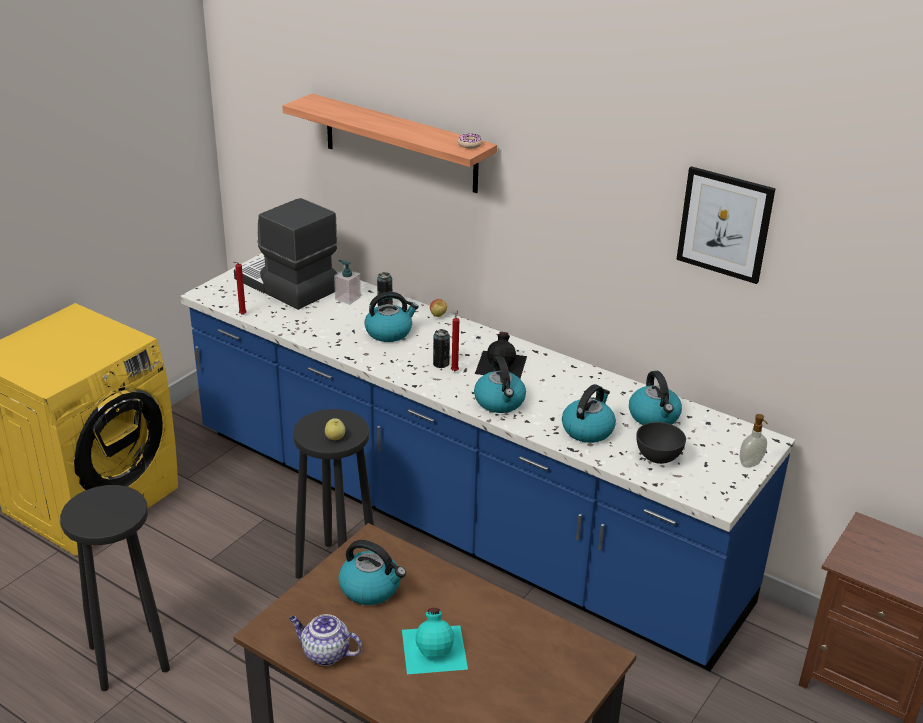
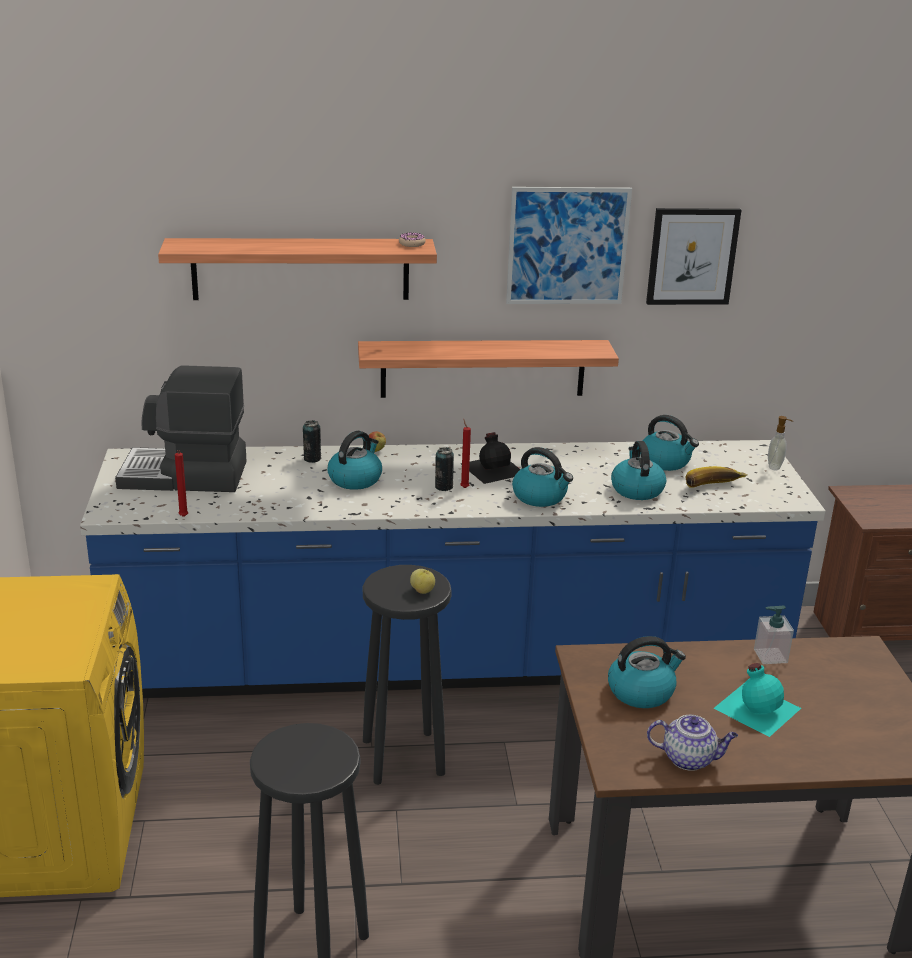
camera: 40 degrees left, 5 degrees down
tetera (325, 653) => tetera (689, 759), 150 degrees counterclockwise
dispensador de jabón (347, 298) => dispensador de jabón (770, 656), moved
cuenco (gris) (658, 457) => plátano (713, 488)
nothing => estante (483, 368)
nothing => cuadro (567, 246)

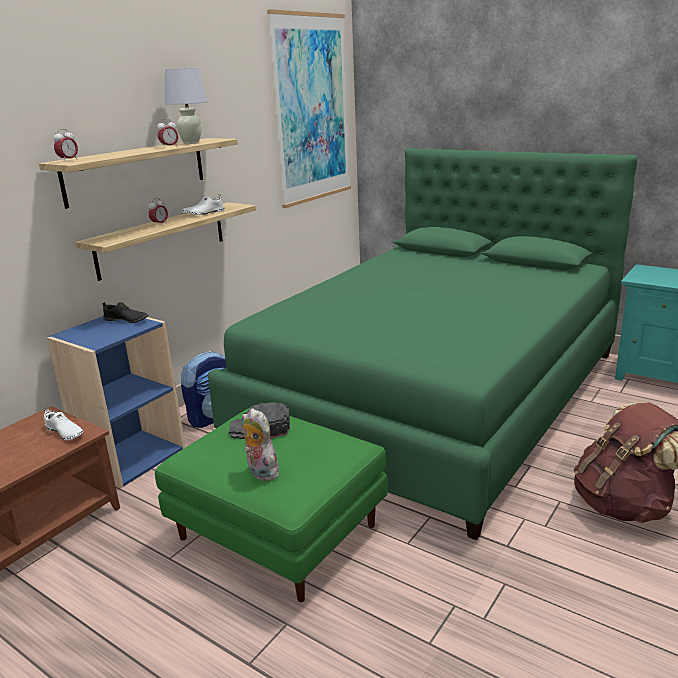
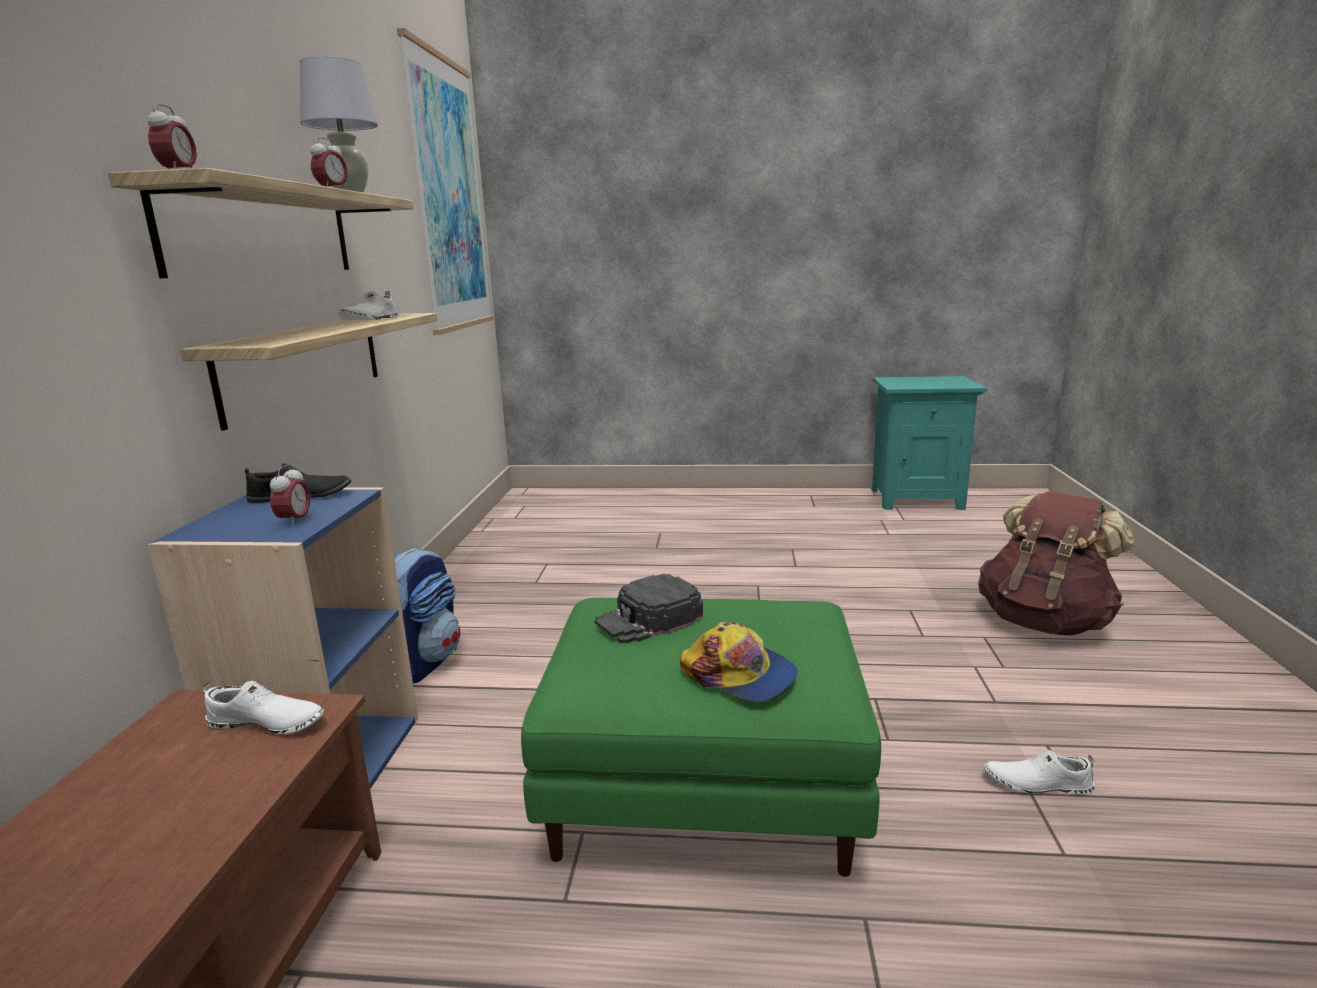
camera: 30 degrees left, 5 degrees down
despertador (160, 224) => despertador (295, 521), moved
cama (verde) (435, 394) => nothing
peluche (260, 472) => gorra (739, 674)
nothing => zapato (blanco) (1037, 783)

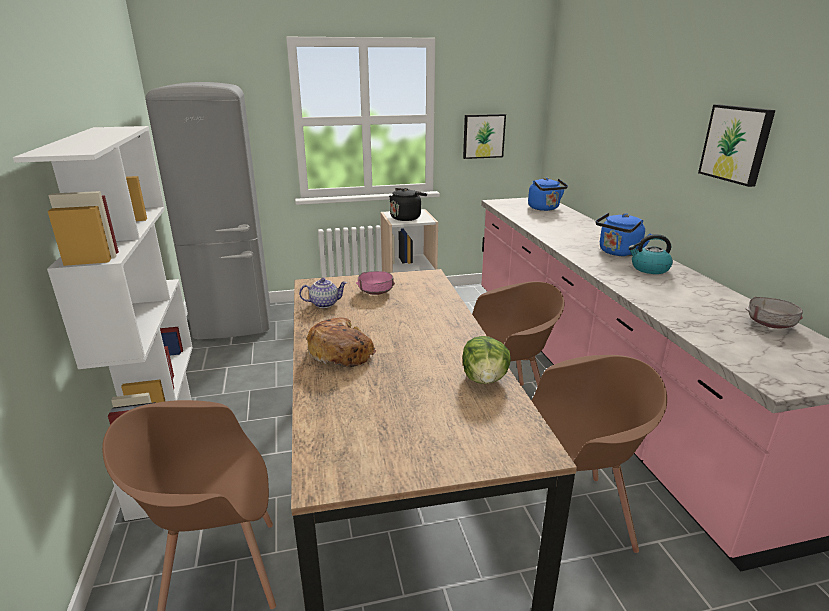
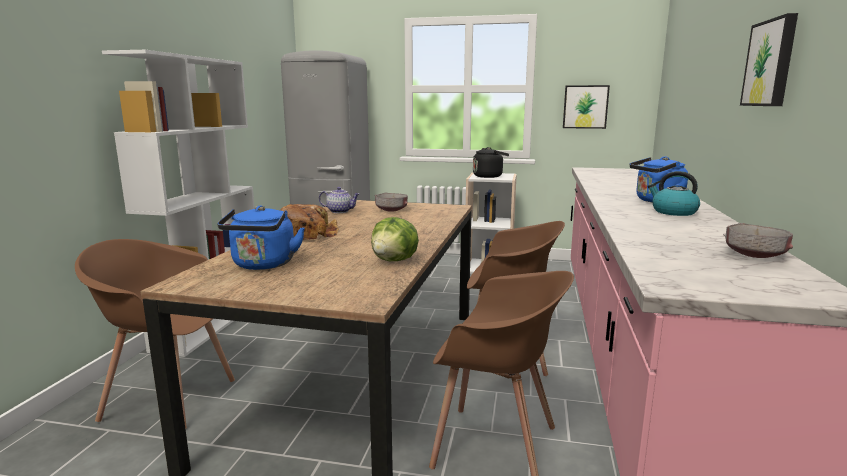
camera: 25 degrees right, 10 degrees down
cuenco (rosa) (376, 292) => cuenco (gris) (391, 210)
hervidor (azul) (545, 208) => hervidor (azul) (263, 265), moved

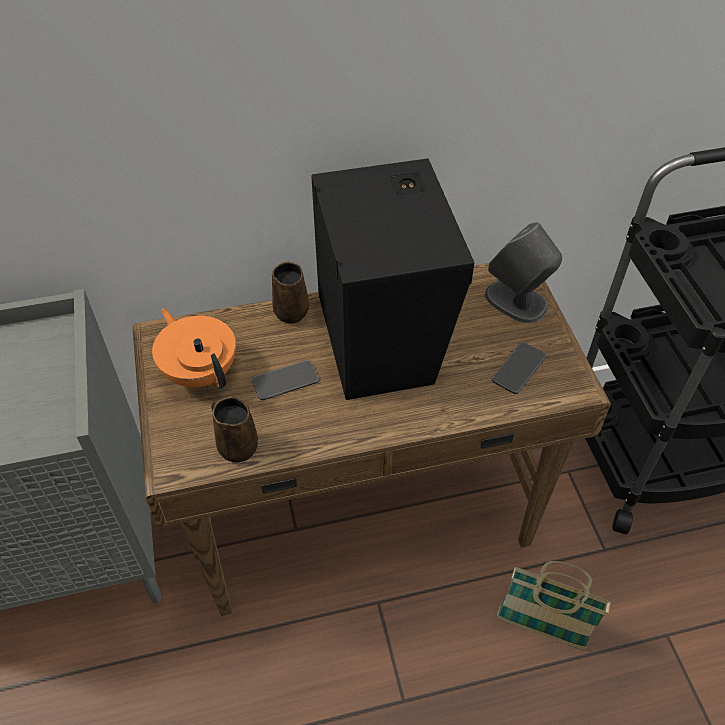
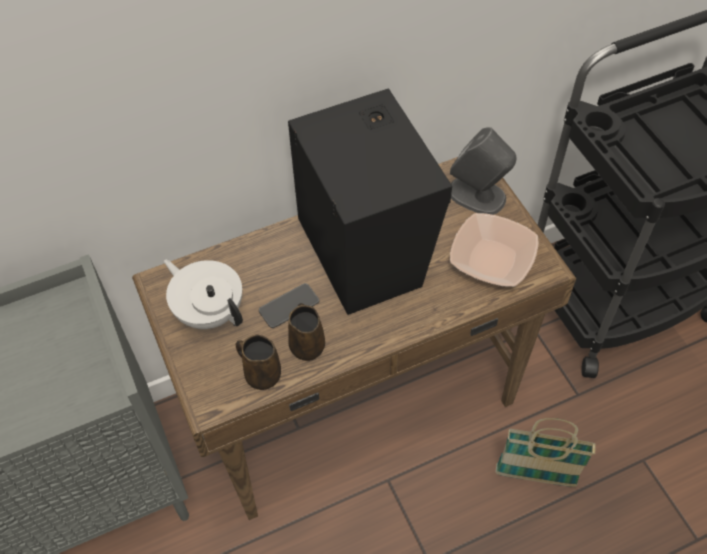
camera: 10 degrees left, 5 degrees up
tetera (naranja) (200, 371) => tetera (blanco) (209, 311)
taza grande (marrón) (291, 310) => taza grande (marrón) (307, 345), moved
móvil (518, 368) => cuenco (492, 259)

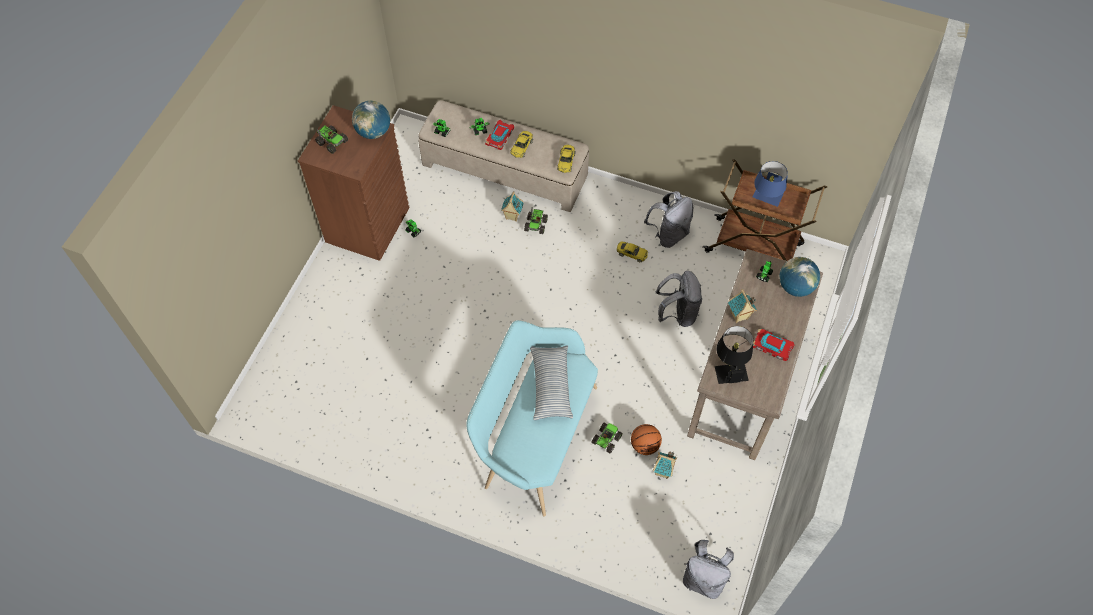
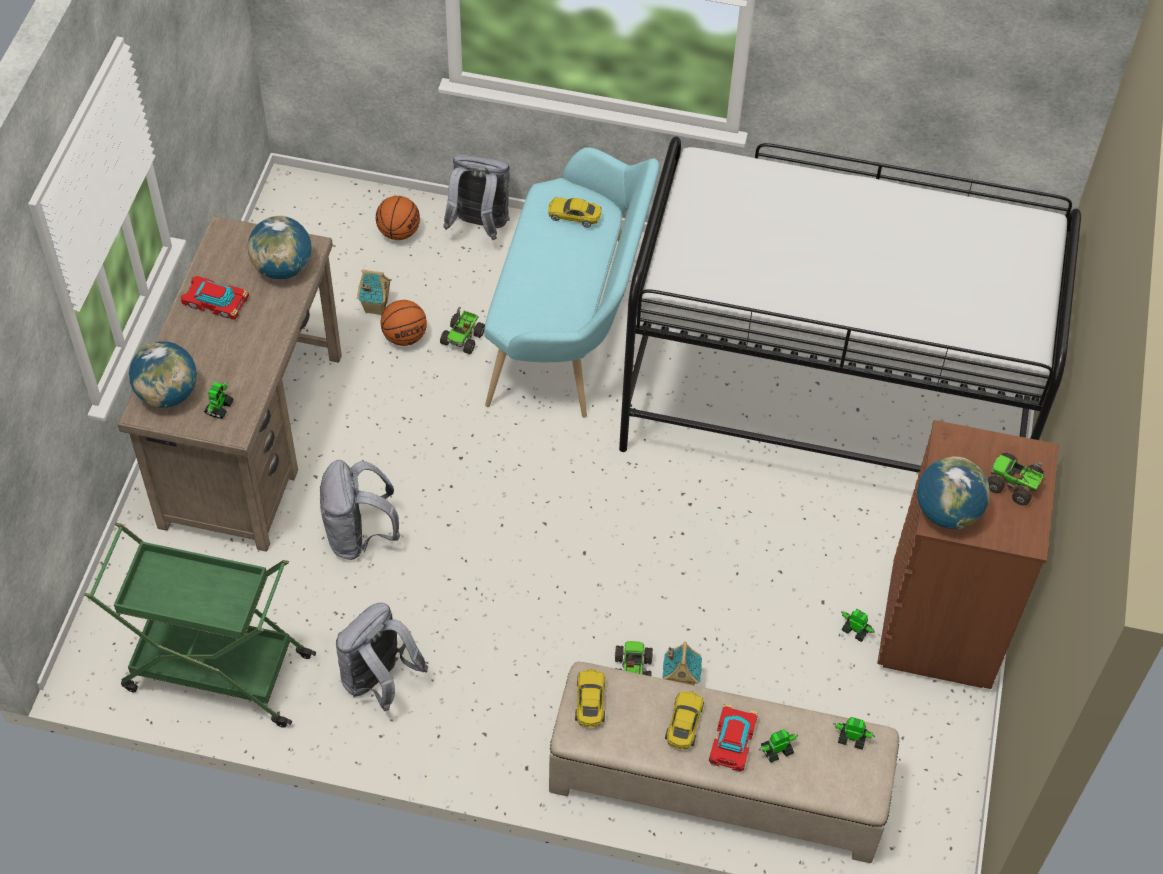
camera: 170 degrees right, 5 degrees down
cojín (551, 386) => nothing
coche de juguete (amarillo) (632, 253) => coche de juguete (amarillo) (574, 215), moved
mochila (gris) (704, 578) => mochila (gris) (479, 226), moved
carrito (marrón) (754, 248) => carrito (verde) (217, 673)
lámpara de mesa (negro) (729, 367) => globo terráqueo (283, 268)
casita (739, 316) => nothing
lámpara de mesa (azul) (766, 200) => nothing
nothing => balón de baloncesto (398, 232)
nothing => cama (negro) (821, 401)

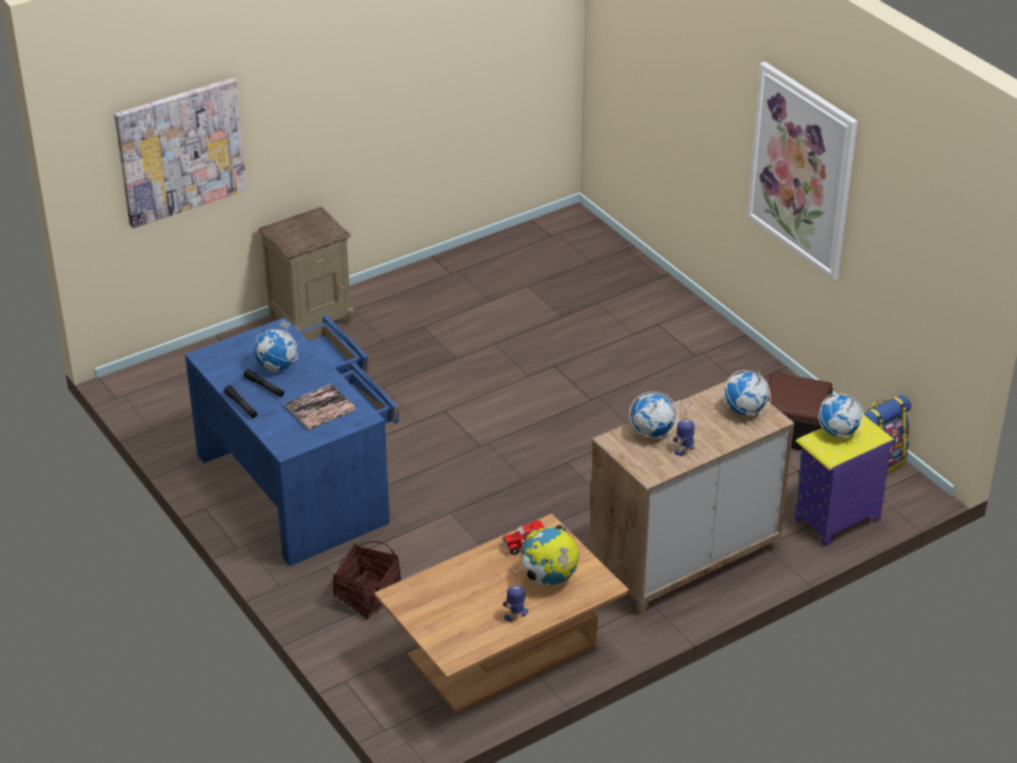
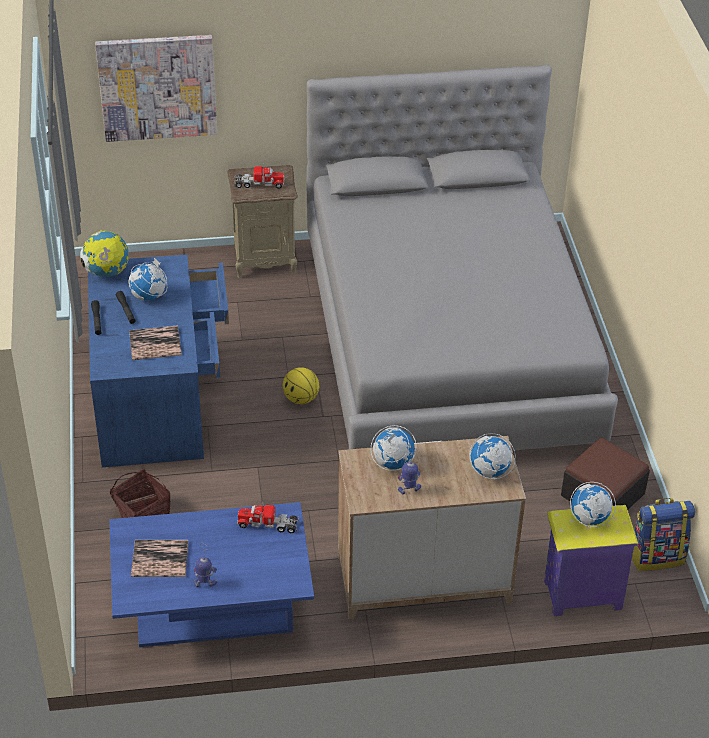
camera: 25 degrees right, 5 degrees up
mesa de centro (marrón) (502, 651) => mesa de centro (azul) (213, 606)
globo terráqueo (549, 578) => globo terráqueo (107, 272), moved
cuadro (802, 170) => nothing
nothing => libro (160, 559)
nothing => camión de juguete (259, 184)
nothing => balón de baloncesto (301, 399)
nothing => cama (gris) (448, 339)

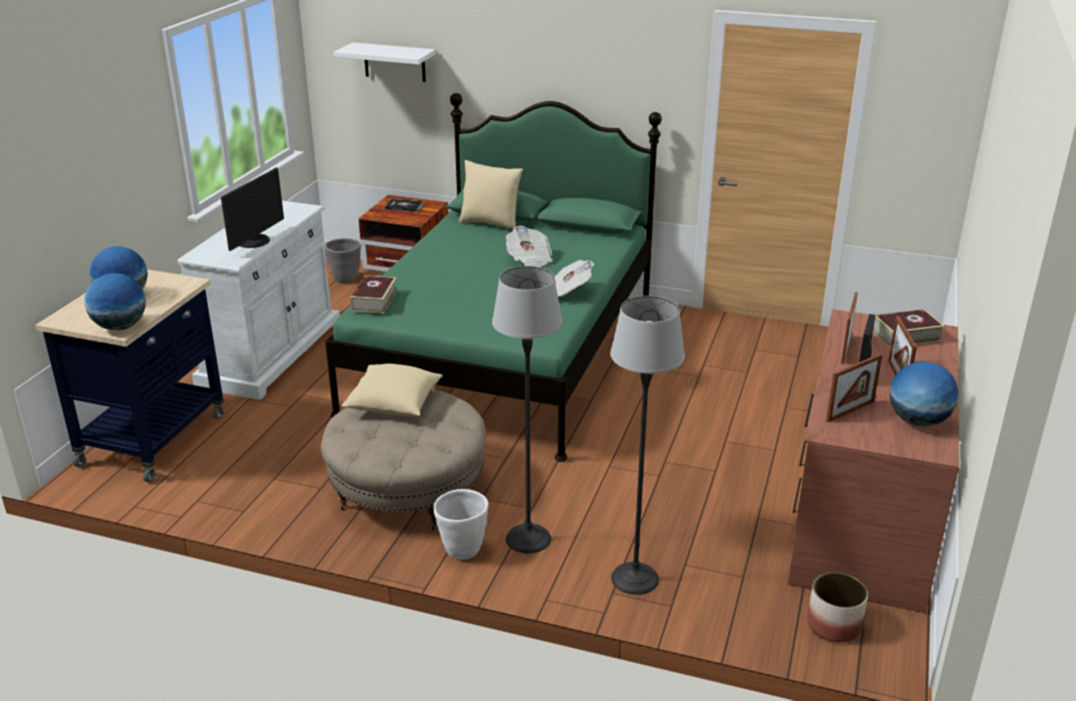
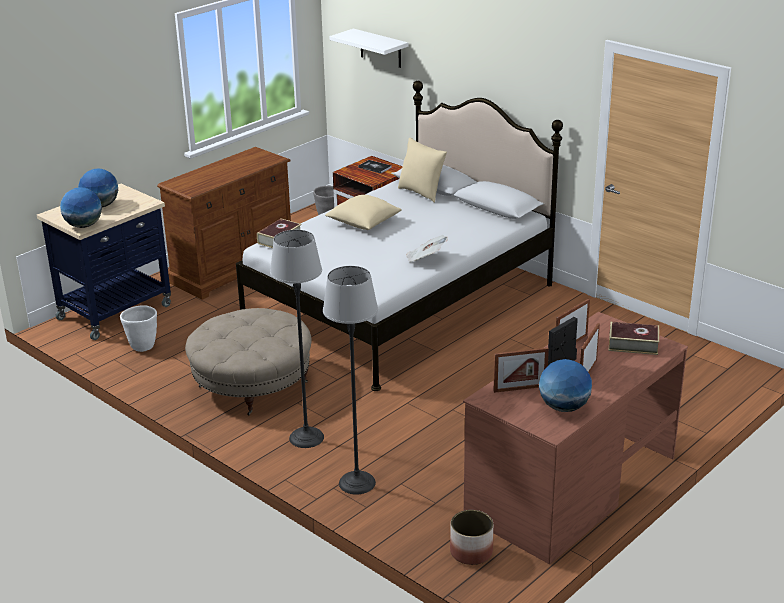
camera: 25 degrees right, 0 degrees up
cómoda (blanco) (271, 352) => cómoda (marrón) (234, 266)
monitor (255, 241) => nothing
cama (verde) (505, 355) => cama (blanco) (401, 303)
cojín (beis) (393, 405) => cojín (beis) (363, 223), moved
maceta (blanco) (462, 550) => maceta (blanco) (142, 346), moved
periódico (529, 260) => nothing

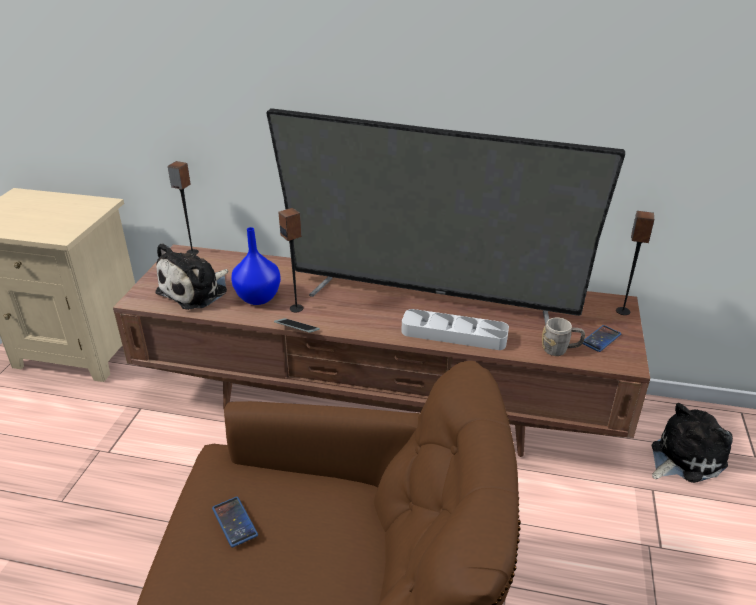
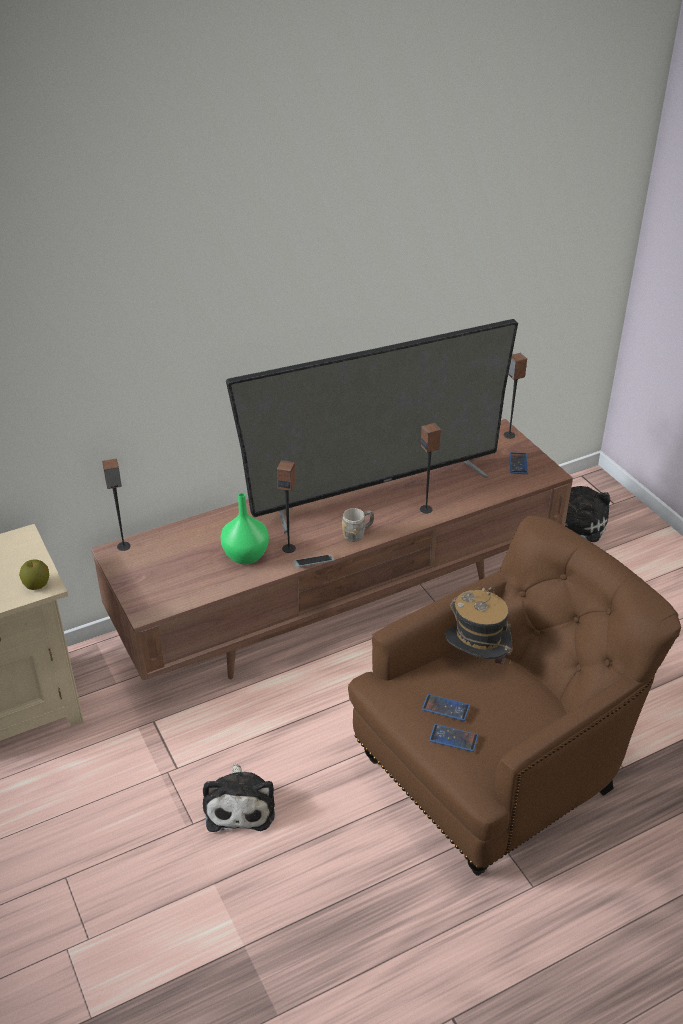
camera: 40 degrees left, 5 degrees up
peluche (196, 291) => peluche (240, 805), moved
florero (azul) (259, 298) => florero (verde) (246, 555)
bandeja (gris) (454, 334) => altavoz (426, 509)
taza grande (gris) (560, 350) => taza grande (gris) (358, 534), moved
nothing => manzana (36, 585)
nothing => móvil (453, 738)
nothing => sombrero (475, 660)

